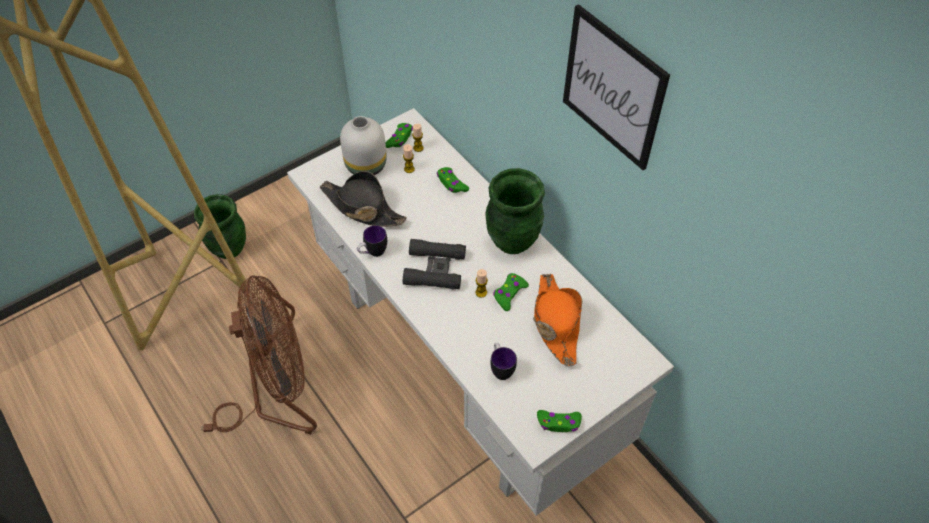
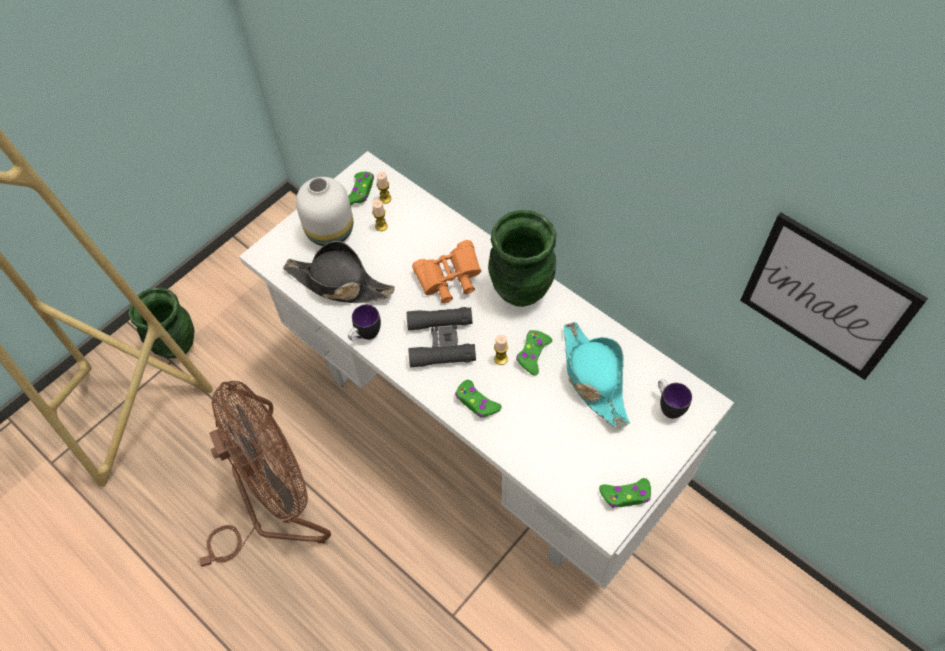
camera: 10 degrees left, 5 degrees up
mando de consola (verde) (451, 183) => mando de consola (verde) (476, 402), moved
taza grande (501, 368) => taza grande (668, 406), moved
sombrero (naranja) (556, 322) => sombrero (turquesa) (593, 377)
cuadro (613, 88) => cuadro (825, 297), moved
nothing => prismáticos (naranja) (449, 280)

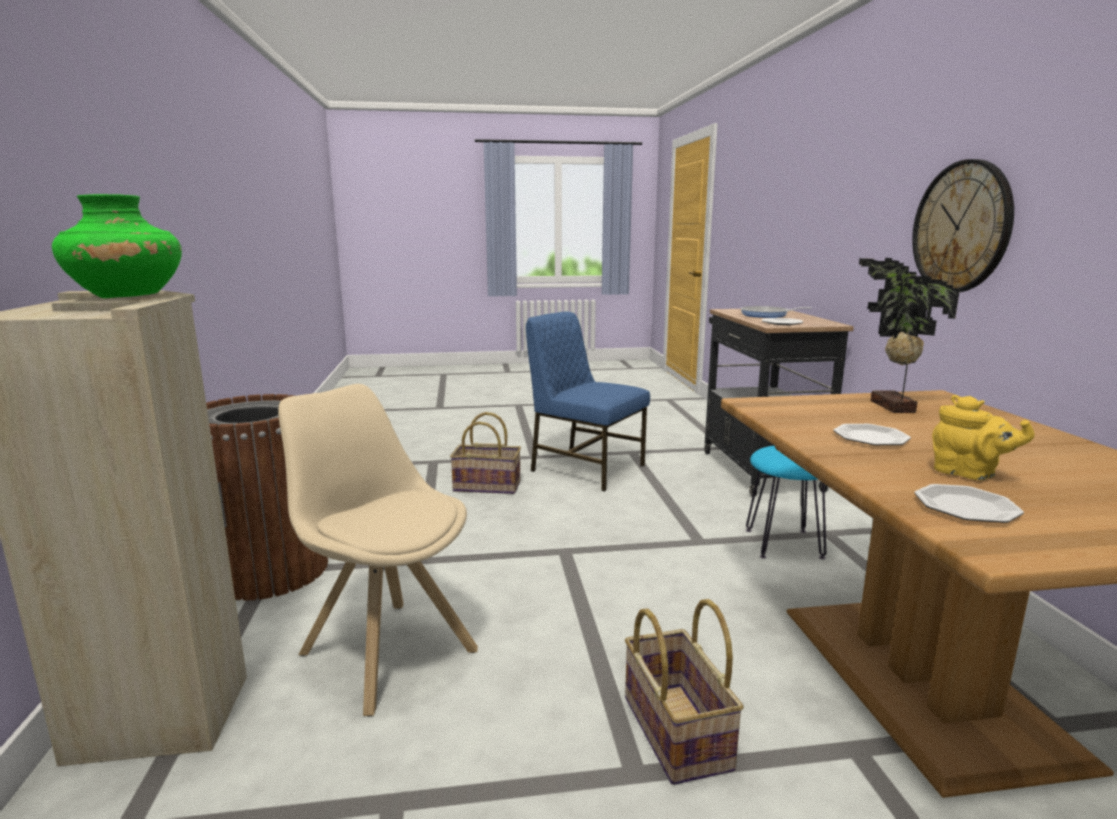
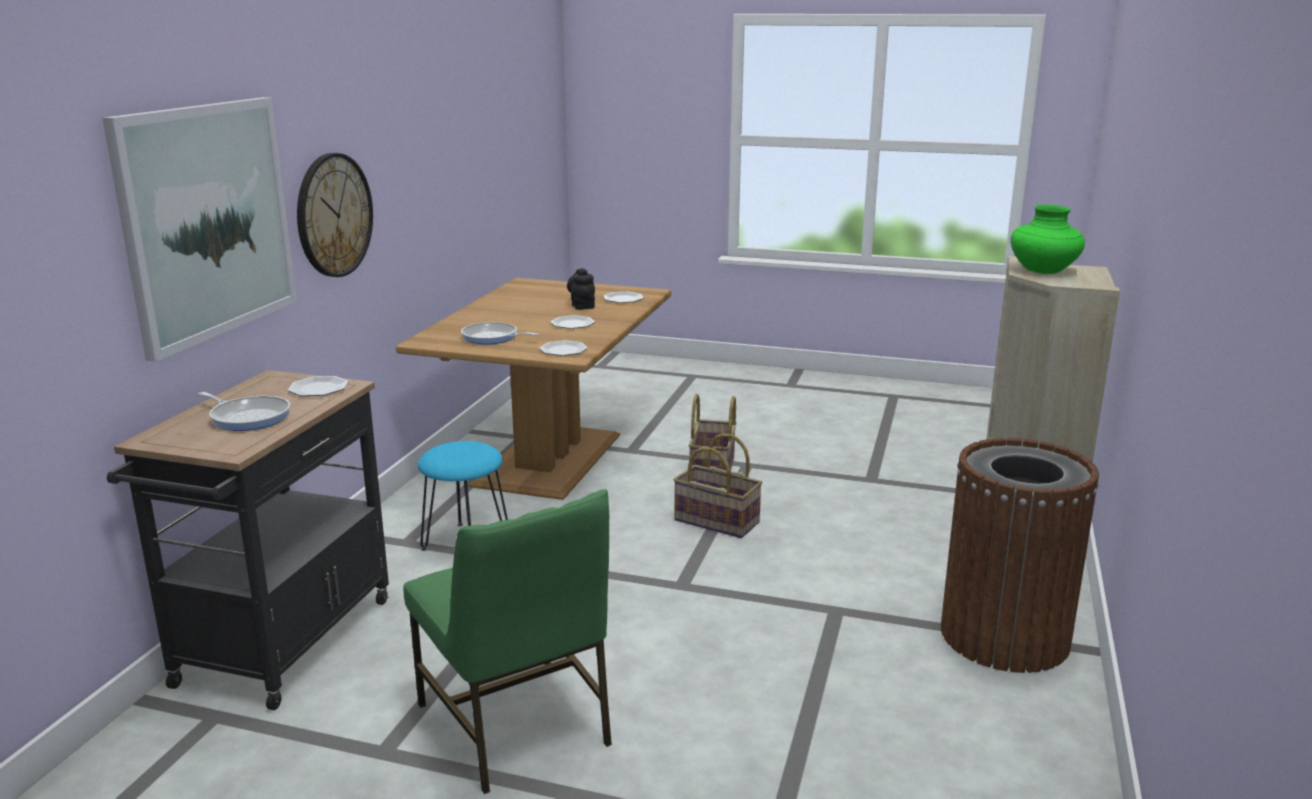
camera: 155 degrees left, 5 degrees up
silla (beis) (386, 652) => nothing
cesta (487, 486) => cesta (715, 522), moved
silla (azul) (585, 468) => silla (verde) (516, 725)
planta en maceta (889, 407) => sartén (492, 338)
tetera (amarillo) (968, 474) => tetera (negro) (582, 306)
nothing => cuadro (207, 221)
nothing => plato (563, 350)

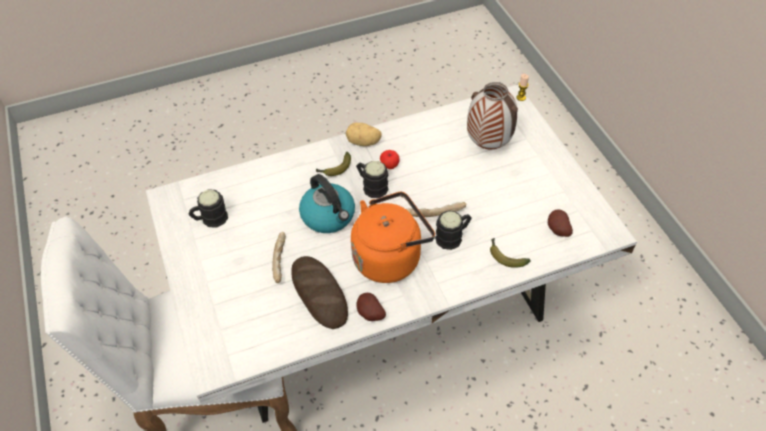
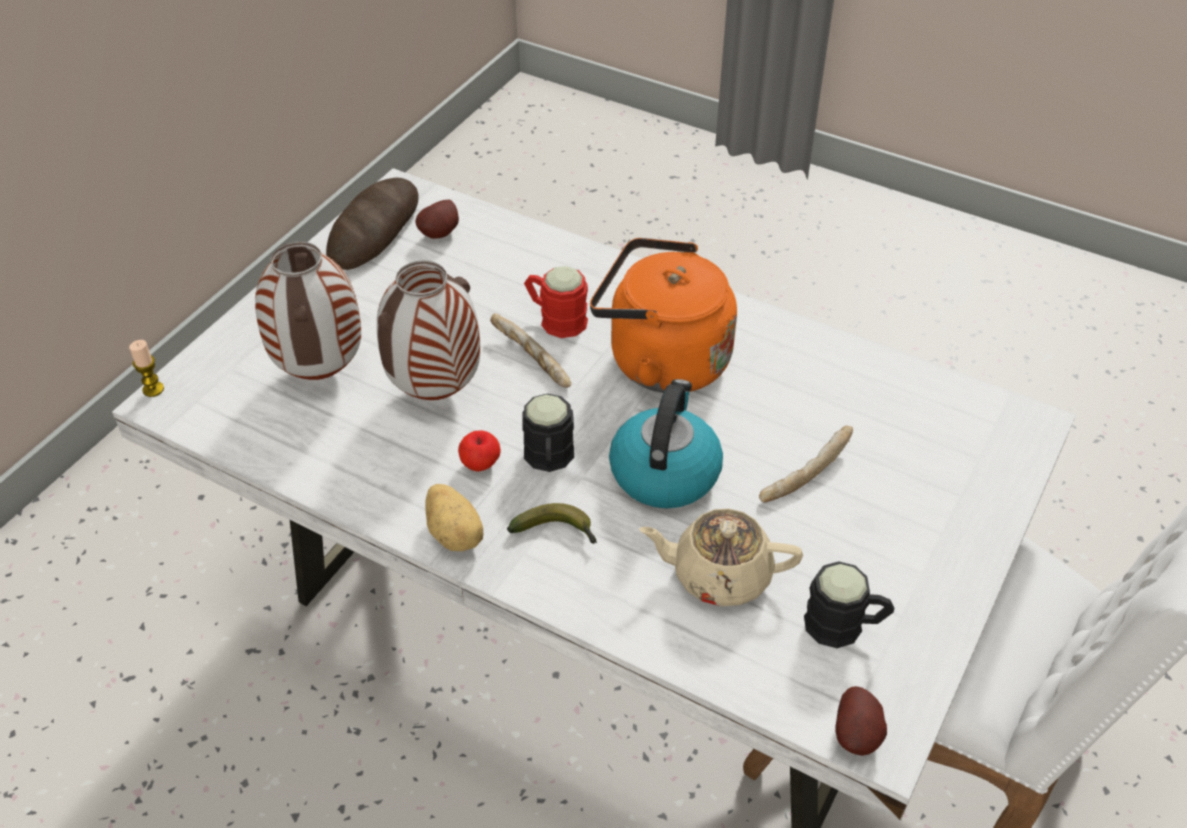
camera: 130 degrees left, 5 degrees down
pan (319, 294) => pan (374, 230), moved
patata (369, 314) => patata (858, 735), moved
taza grande (negro) (453, 237) => taza grande (rojo) (556, 319)
plátano (505, 256) => nothing
nothing => florero (435, 393)
nothing => tetera (beis) (719, 575)

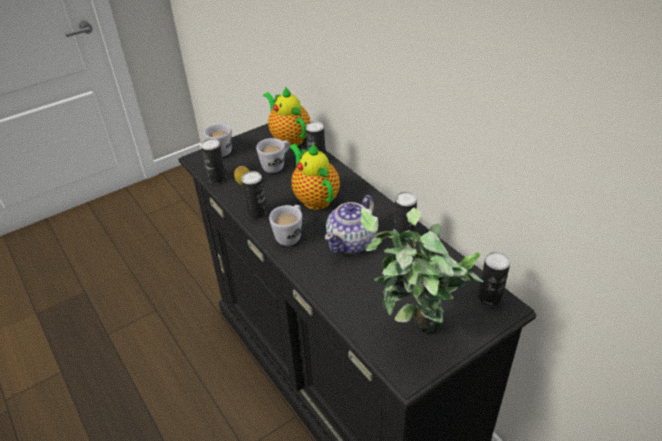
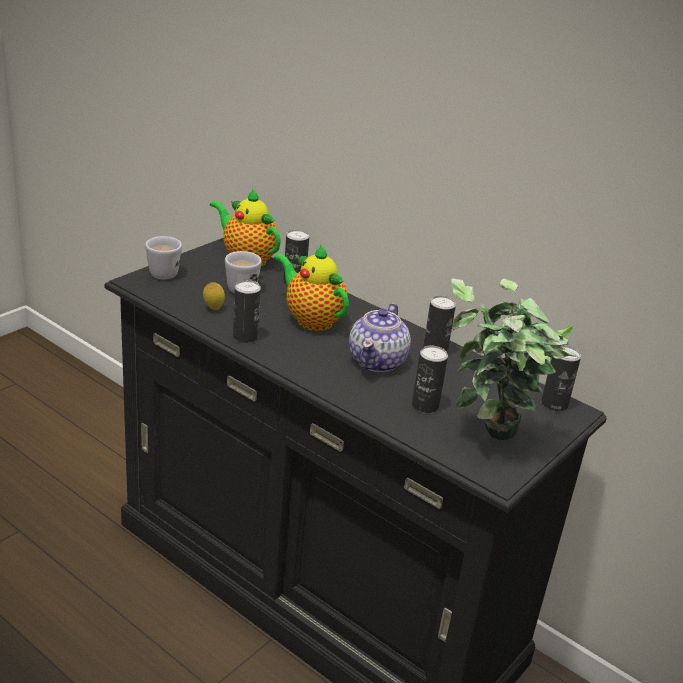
camera: 20 degrees left, 10 degrees down
lata (217, 178) => lata (425, 406), moved
taza grande (blanco) (290, 235) => nothing

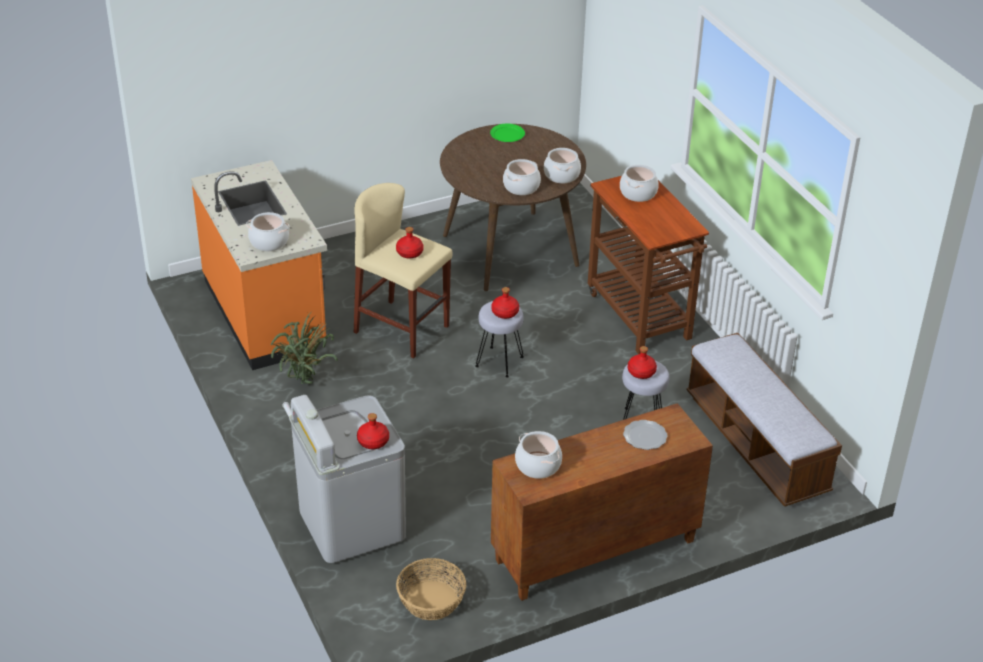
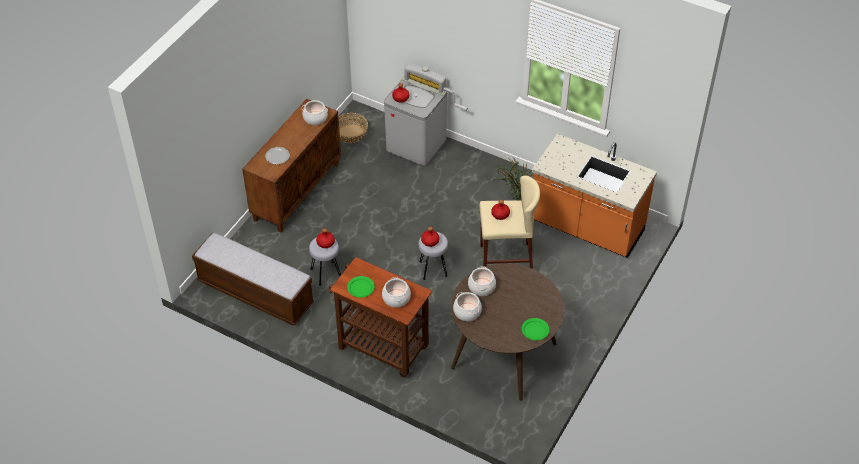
camera: 145 degrees right, 10 degrees up
olla (269, 242) => nothing
nothing => plato (verde) (360, 287)

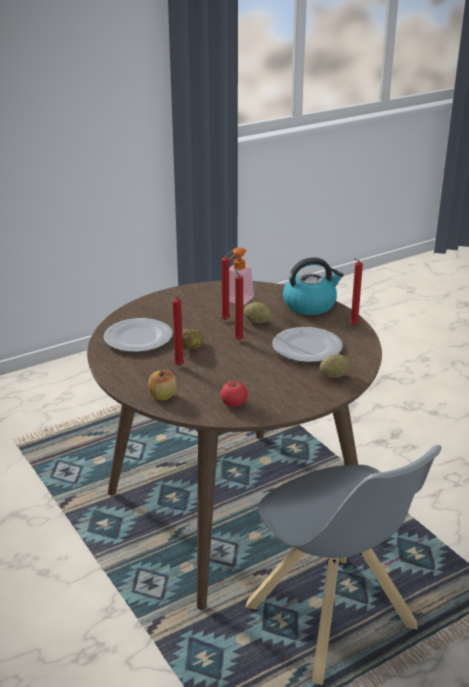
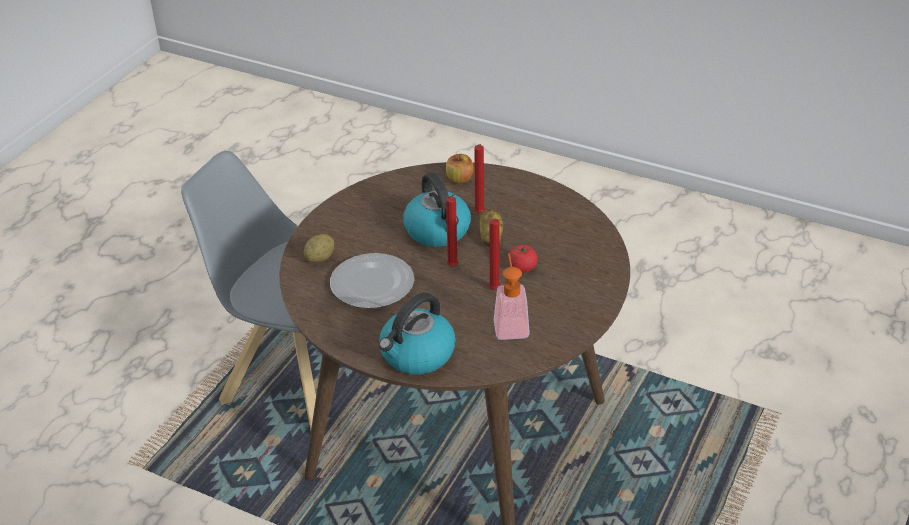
camera: 150 degrees right, 10 degrees up
plato (139, 338) => nothing
tomate (234, 403) => tomate (522, 268), moved
patata (257, 322) => nothing
vela (rojo) (352, 325) => nothing
nothing => hervidor (438, 231)

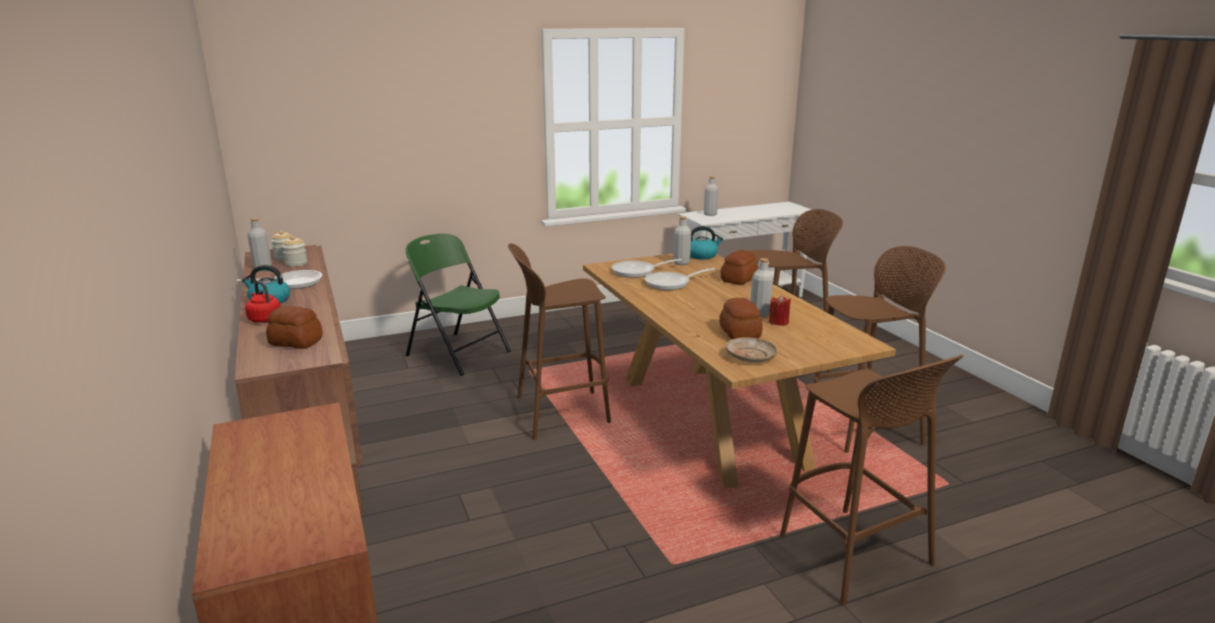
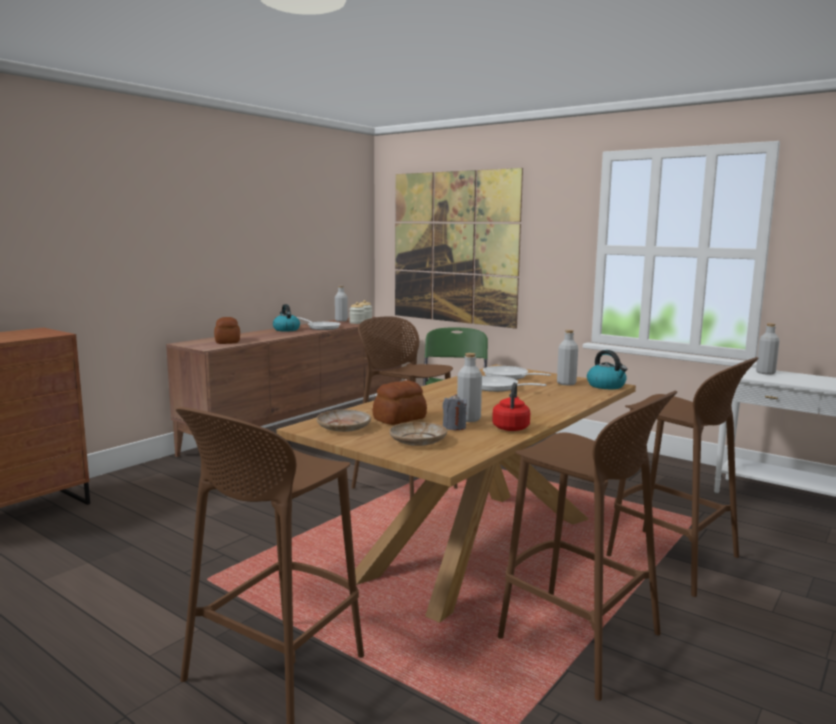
camera: 60 degrees right, 10 degrees down
hervidor (rojo) (264, 319) => hervidor (rojo) (511, 427), moved
pan (738, 279) => nothing
vela (rojo) (778, 322) => vela (gris) (454, 427)
nothing => plato (beis) (418, 441)
nothing => cuadro (454, 247)

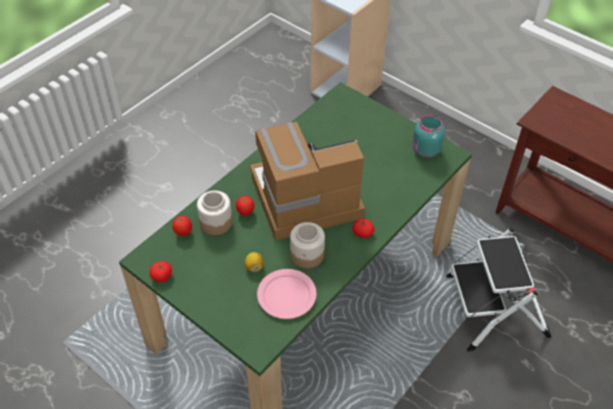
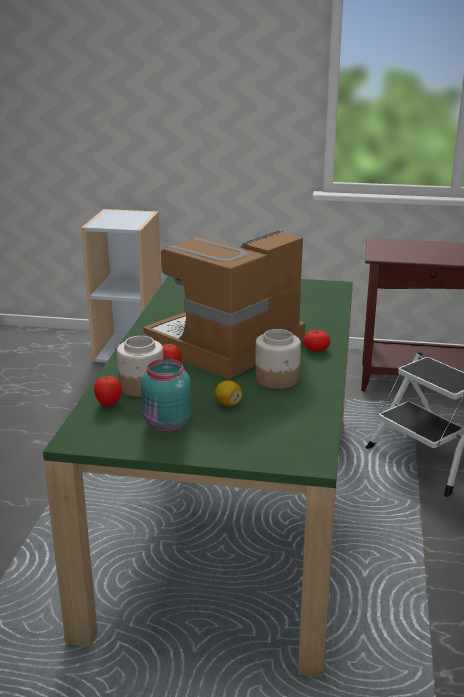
camera: 30 degrees left, 25 degrees down
tomate (162, 276) => nothing
plato (rosa) (286, 295) => nothing
tarro (turquesa) (425, 150) => tarro (turquesa) (166, 424), moved

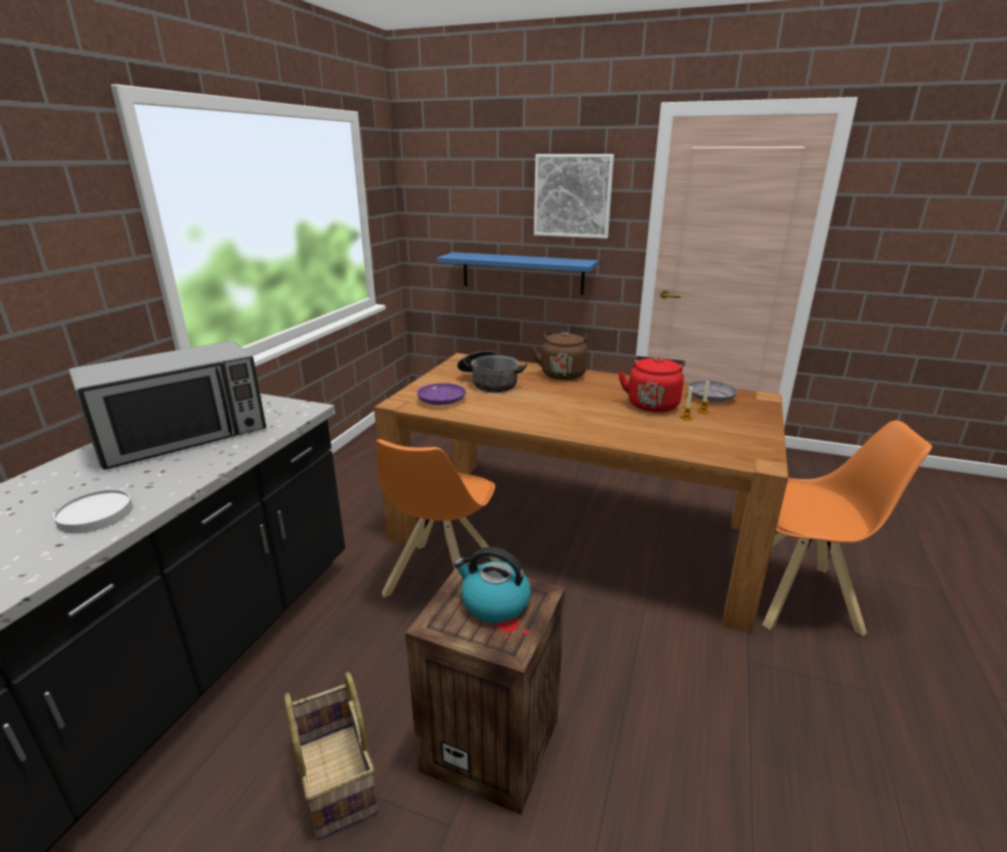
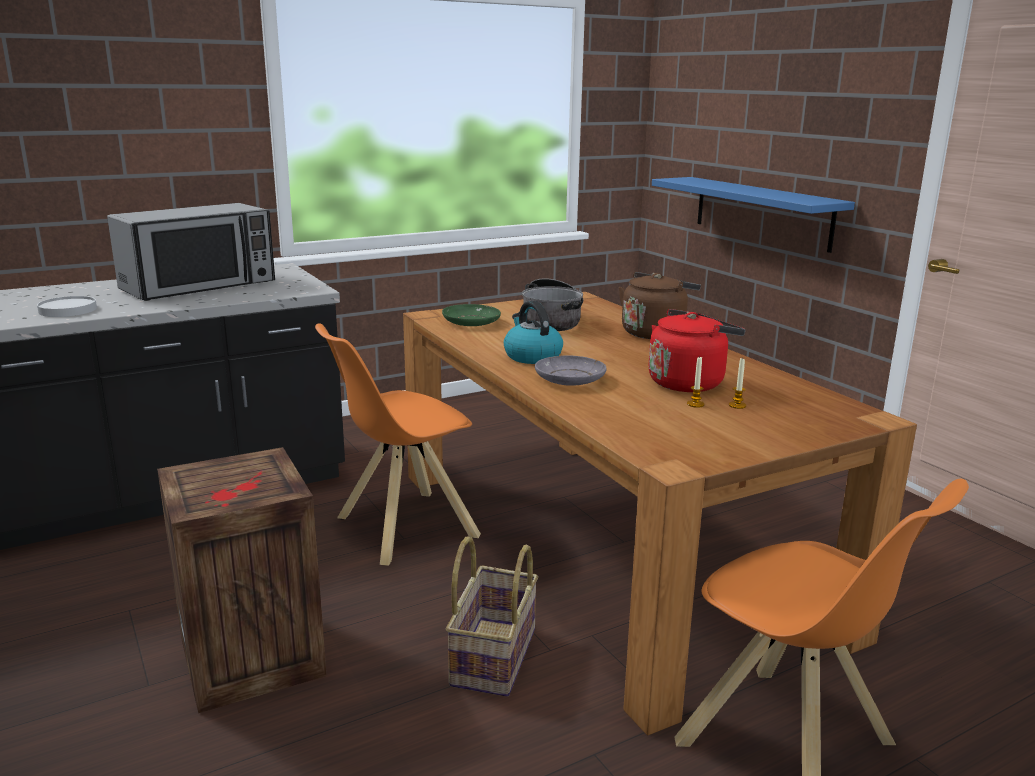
camera: 40 degrees right, 5 degrees down
microondas (184, 437) => microondas (200, 286), 45 degrees counterclockwise
cesta (334, 778) => cesta (492, 656), moved
plato (morado) (441, 400) => plato (verde) (471, 322)
hervidor (494, 603) => hervidor (532, 356), moved
cuadro (572, 196) => nothing
plato (gris) (710, 397) => plato (gris) (569, 379), moved

